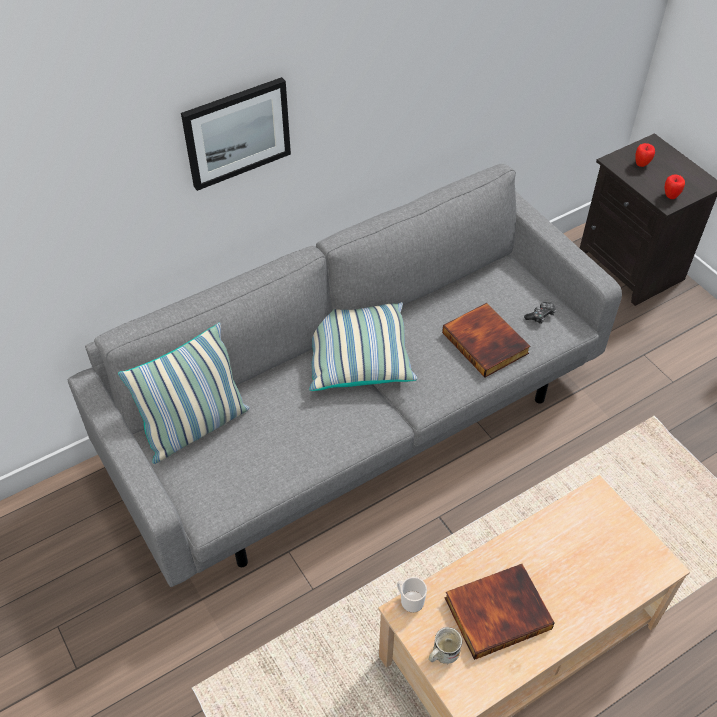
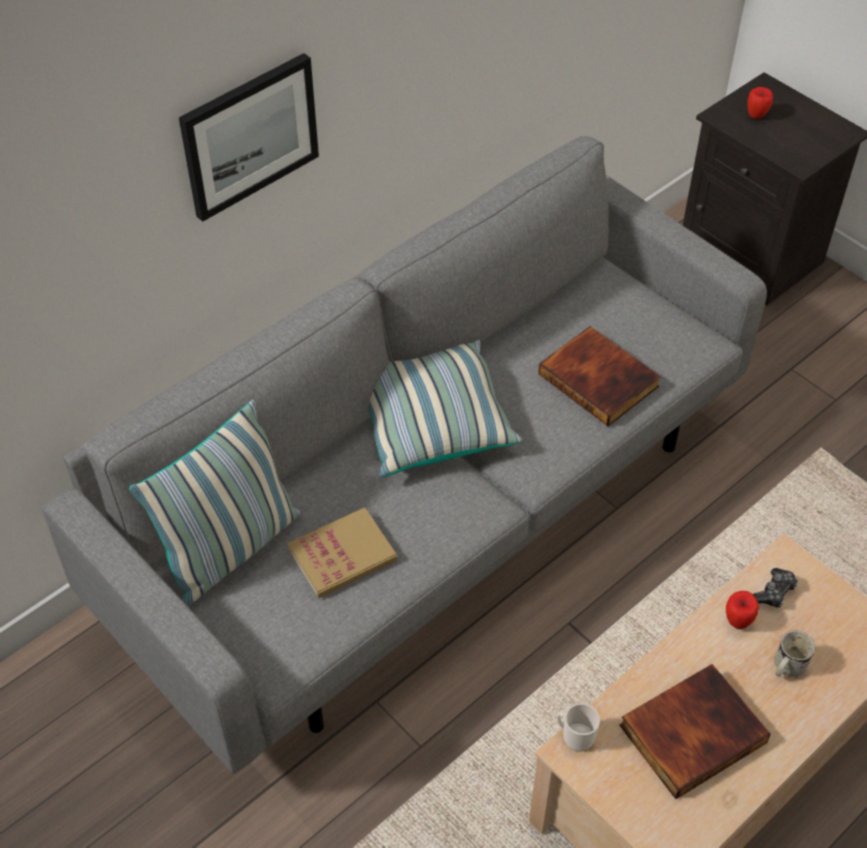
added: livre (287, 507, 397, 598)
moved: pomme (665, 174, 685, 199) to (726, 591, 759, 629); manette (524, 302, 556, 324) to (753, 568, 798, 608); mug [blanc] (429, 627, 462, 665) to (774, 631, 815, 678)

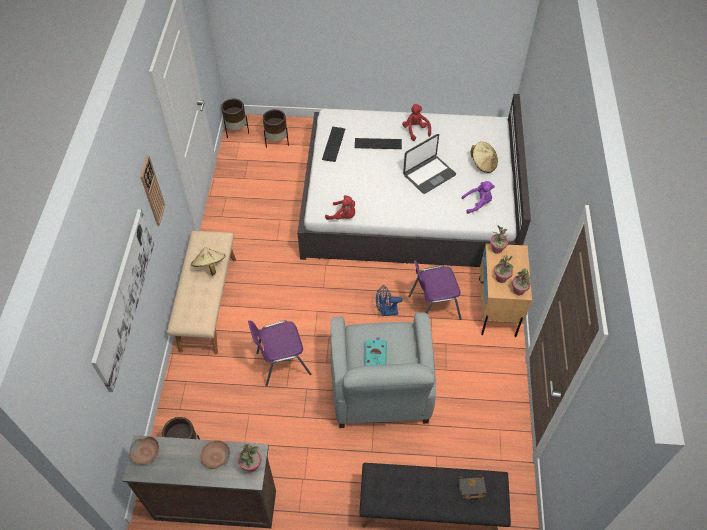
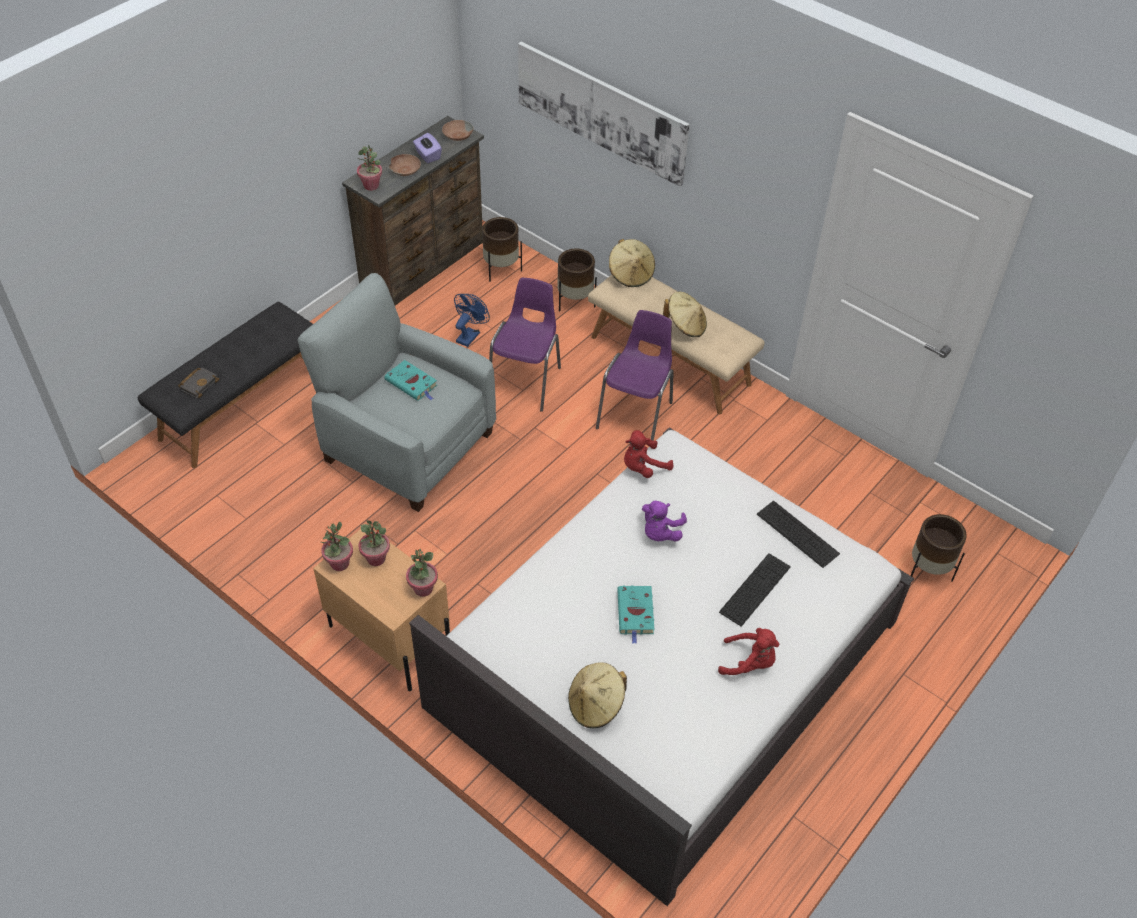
removed: horloge murale (140, 155, 165, 226)
added: boîte à mouchoirs [violet] (413, 133, 442, 163); chapeau [beige] (609, 239, 655, 287)
moved: cache-pot [marron] (221, 98, 249, 138) to (557, 248, 597, 312); peluche [violet] (462, 181, 495, 214) to (642, 501, 687, 541); chaise [violet] (408, 260, 462, 320) to (596, 310, 673, 441); ventilateur [bleu] (376, 285, 403, 316) to (454, 294, 490, 347)
replaced: ordinateur portable (403, 134, 456, 194) to livre [turquoise] (617, 585, 654, 644)

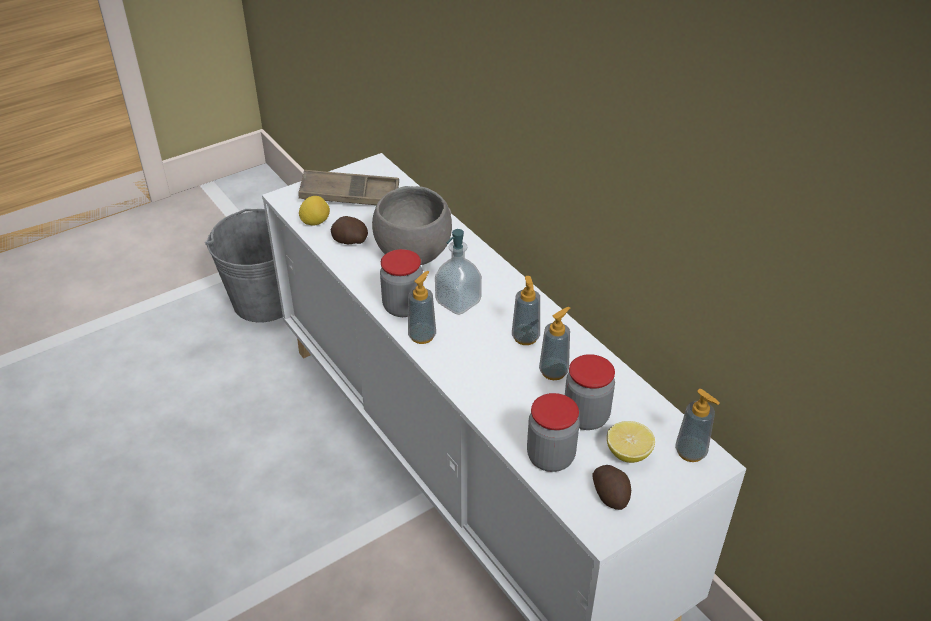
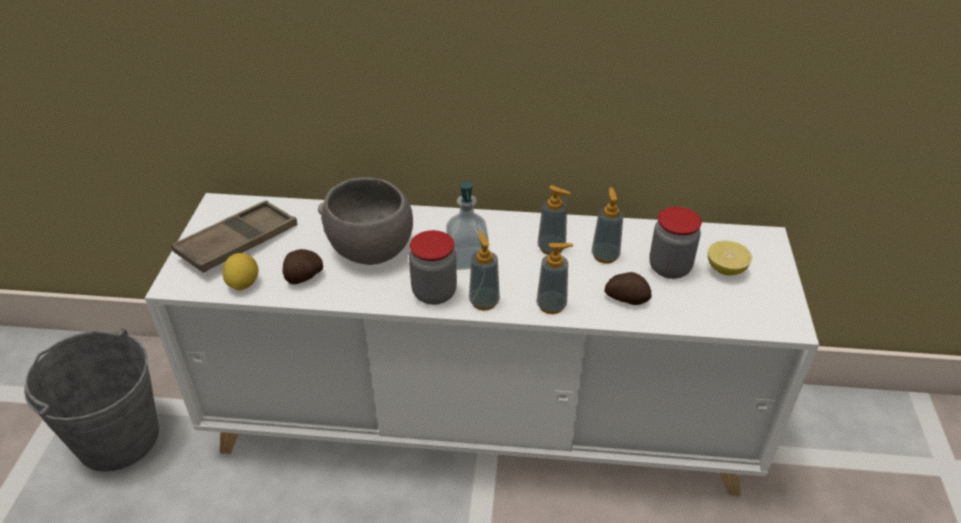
removed: bocal (527, 393, 580, 472)
moved: distributeur de savon (675, 389, 720, 462) to (536, 243, 573, 314); pomme de terre (592, 465, 631, 510) to (604, 272, 651, 305)

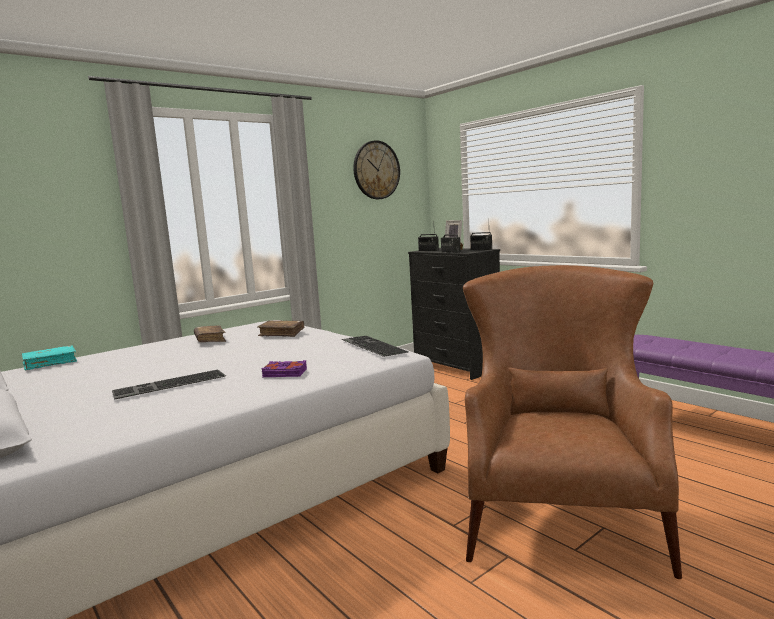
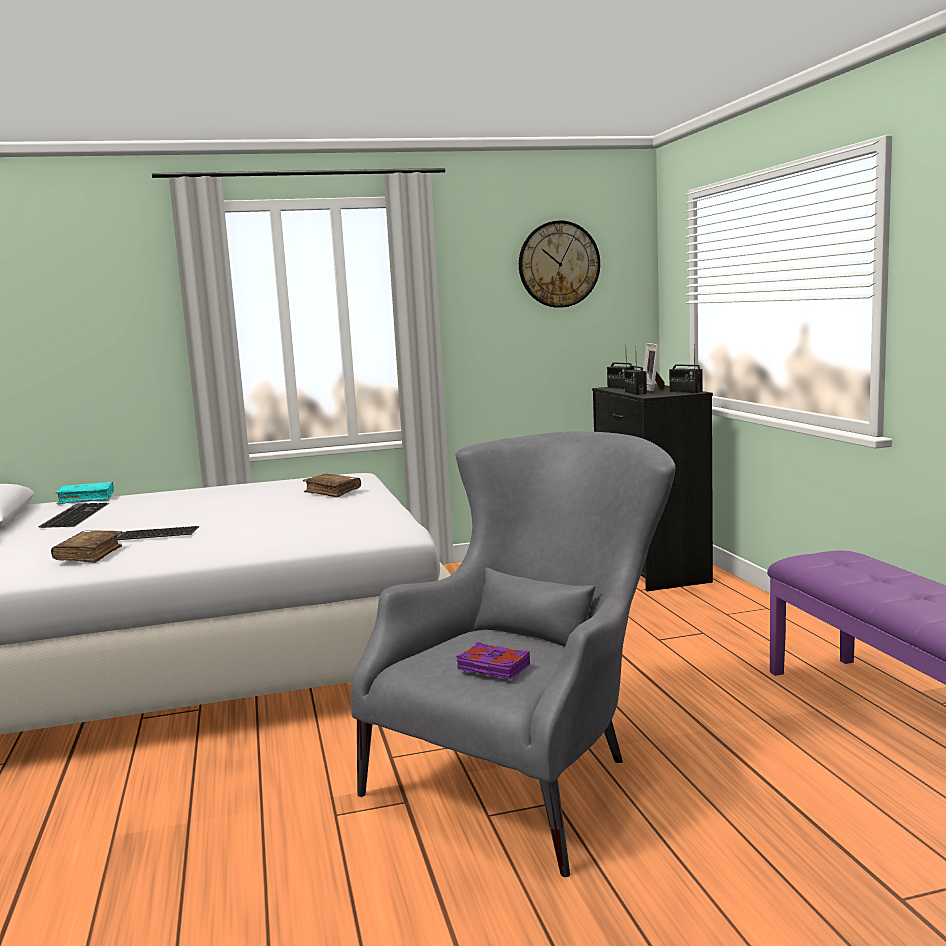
moved: livre [marron] (194, 325, 226, 342) to (51, 530, 122, 563); clavier (342, 336, 409, 357) to (38, 503, 110, 528); livre [violet] (262, 360, 307, 377) to (457, 642, 530, 679)
recoloured: fauteuil [marron] (463, 265, 682, 579) to fauteuil [gris] (351, 431, 676, 877)

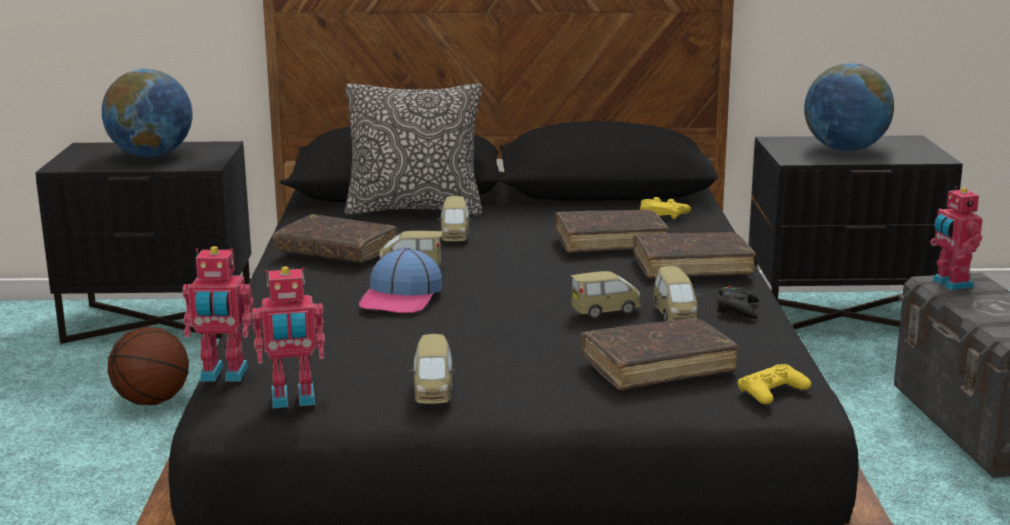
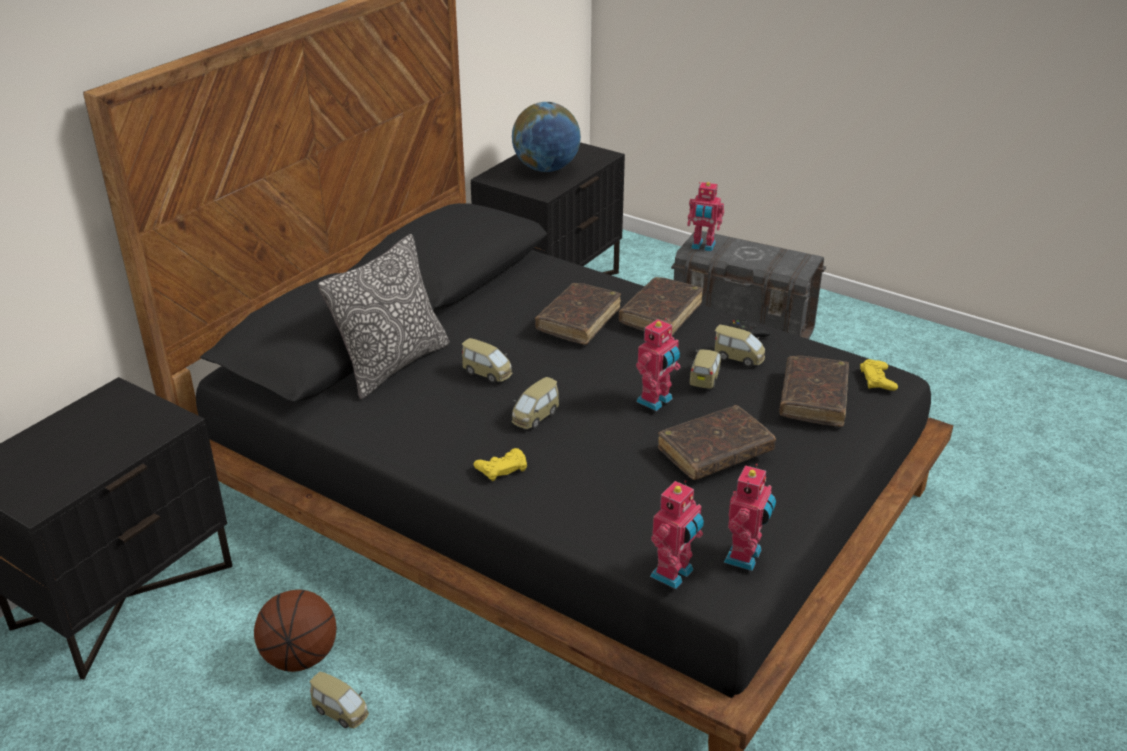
removed: globe (102, 69, 193, 157); casquette (359, 247, 442, 313)
added: robot jouet (636, 318, 681, 411)
moved: manette [jaune] (640, 197, 691, 219) to (474, 448, 527, 481); livre [marron] (273, 214, 397, 263) to (658, 405, 776, 480); petite voiture (409, 334, 455, 404) to (310, 672, 369, 728)

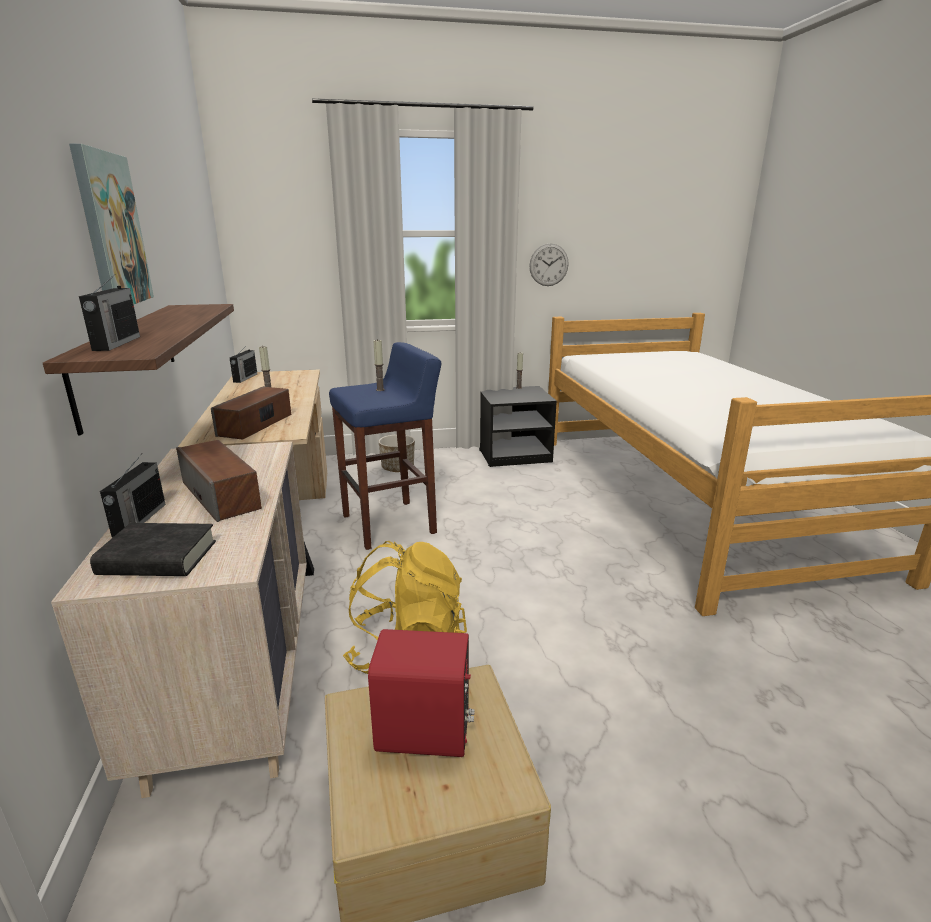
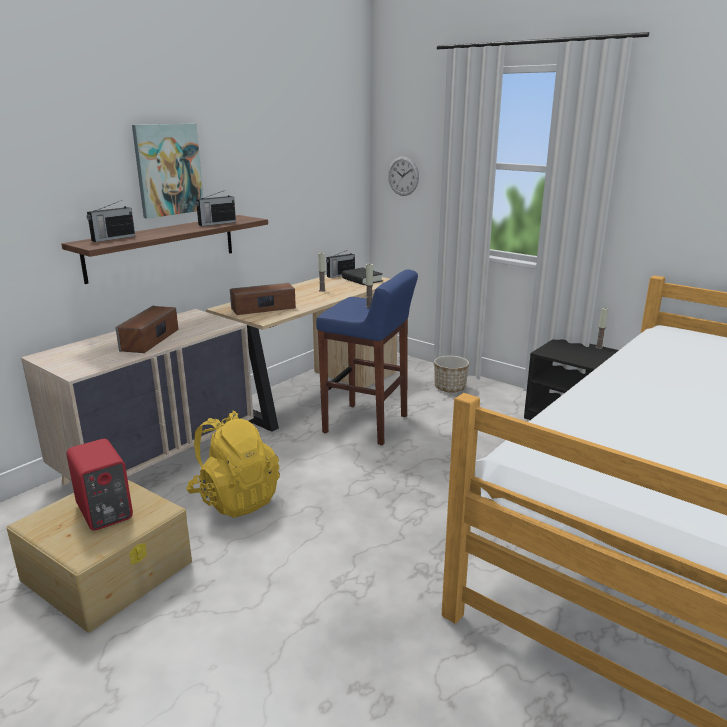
moved: horloge murale (529, 244, 569, 286) to (388, 156, 419, 196); radio (100, 455, 166, 537) to (196, 190, 236, 226); livre [noir] (90, 523, 216, 576) to (342, 267, 383, 285)

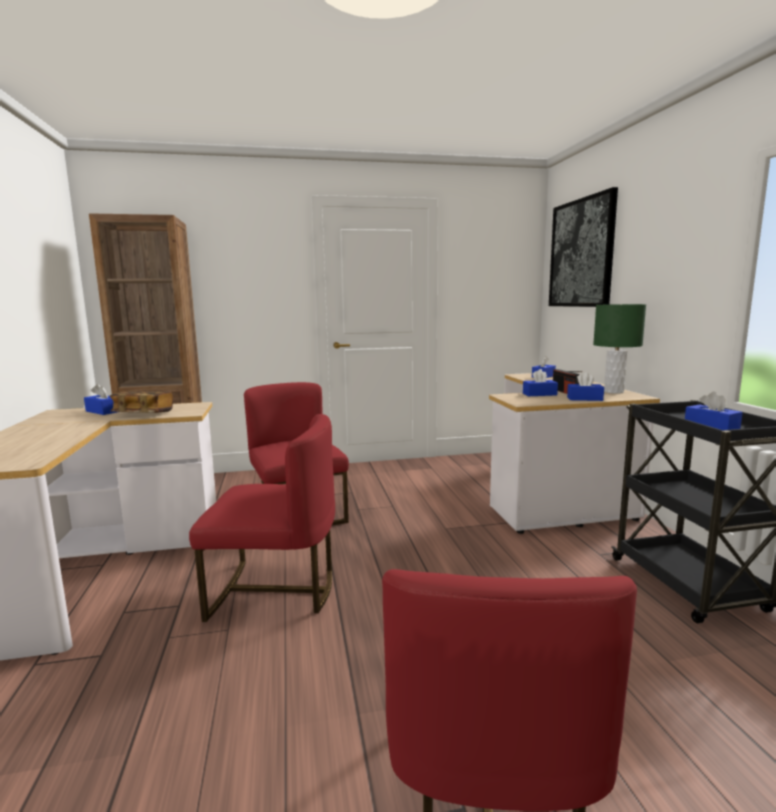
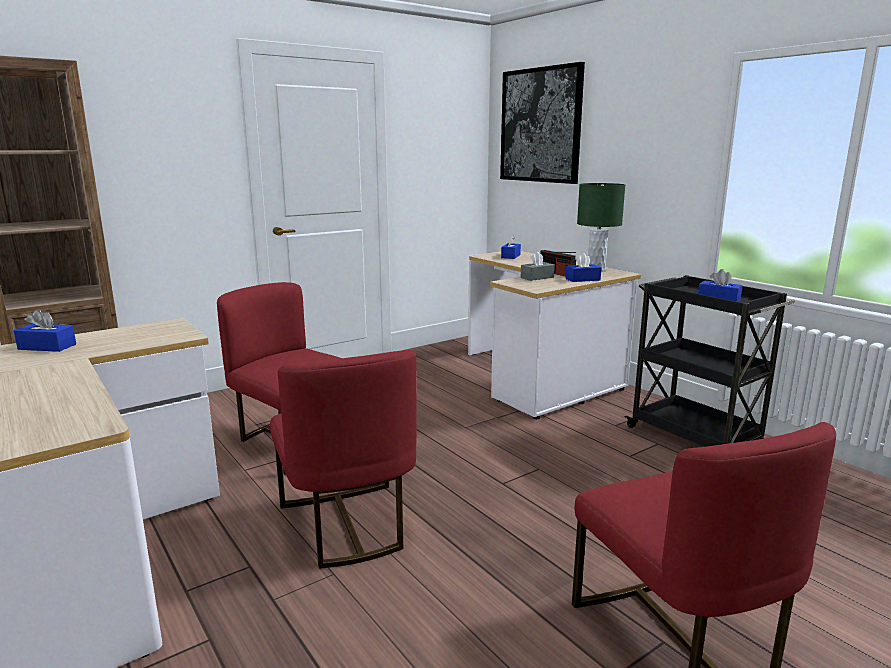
removed: livre (109, 391, 173, 413)
recoloured: boîte à mouchoirs [bleu] (523, 369, 558, 396) to boîte à mouchoirs [gris] (521, 252, 555, 281)
turned: chaise [rouge] (189, 414, 335, 622) = (270, 350, 417, 569) 90 degrees clockwise

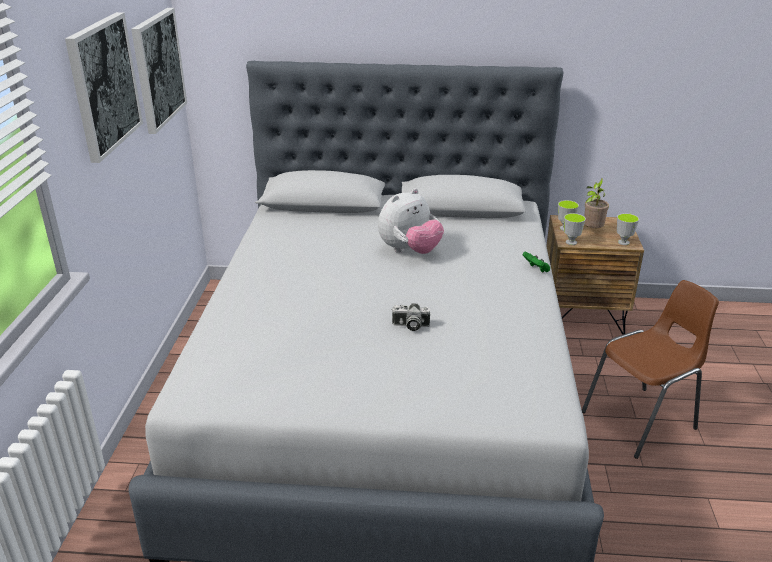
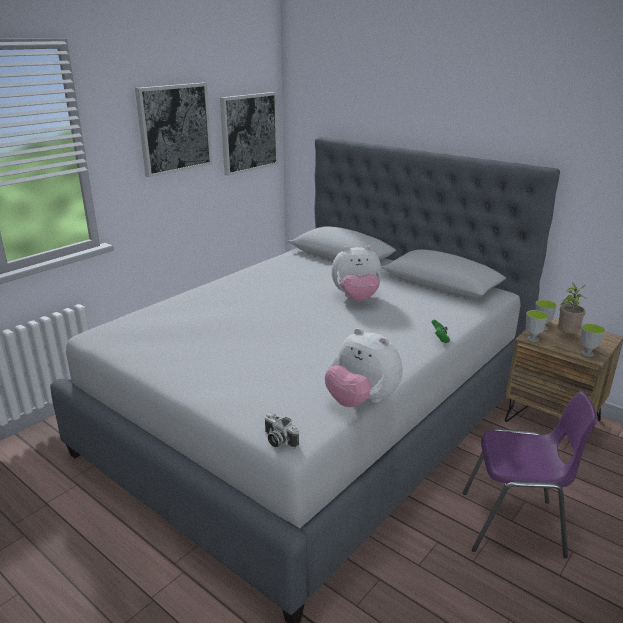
added: peluche (325, 328, 402, 407)
moved: appareil photo (391, 303, 430, 331) to (265, 412, 299, 448)
recoloured: chaise [marron] (582, 280, 719, 459) to chaise [violet] (463, 391, 598, 558)

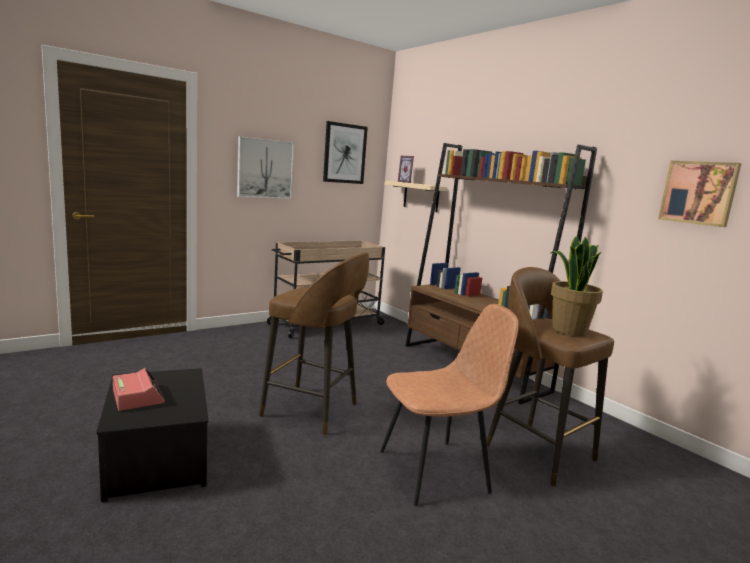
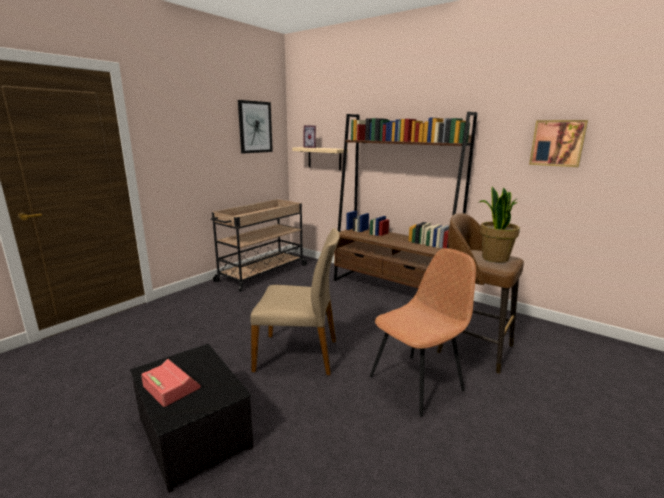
removed: tableau (237, 136, 294, 199)
replaced: tabouret [marron] (259, 253, 369, 436) to chaise [beige] (250, 228, 340, 375)

